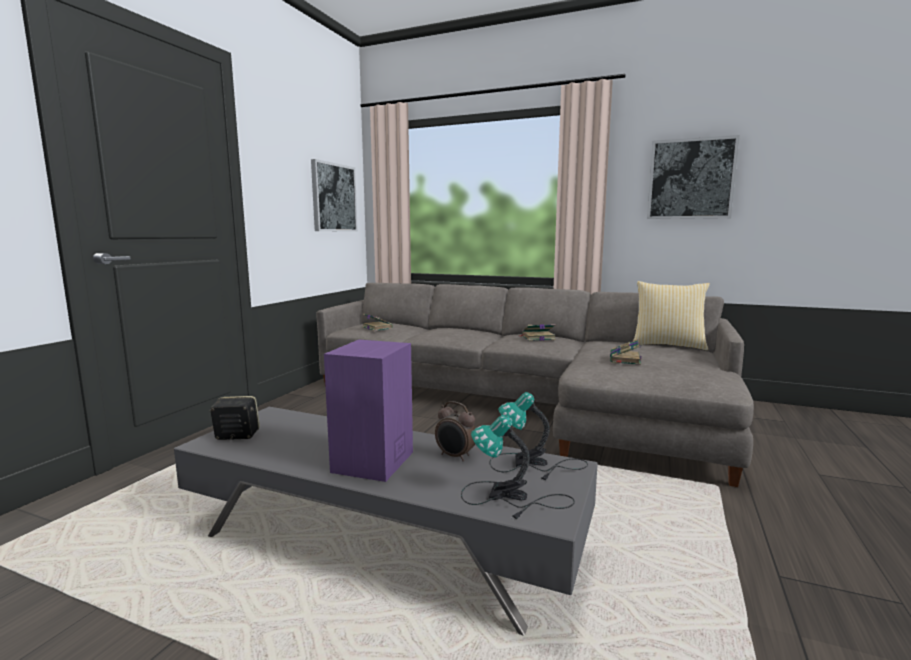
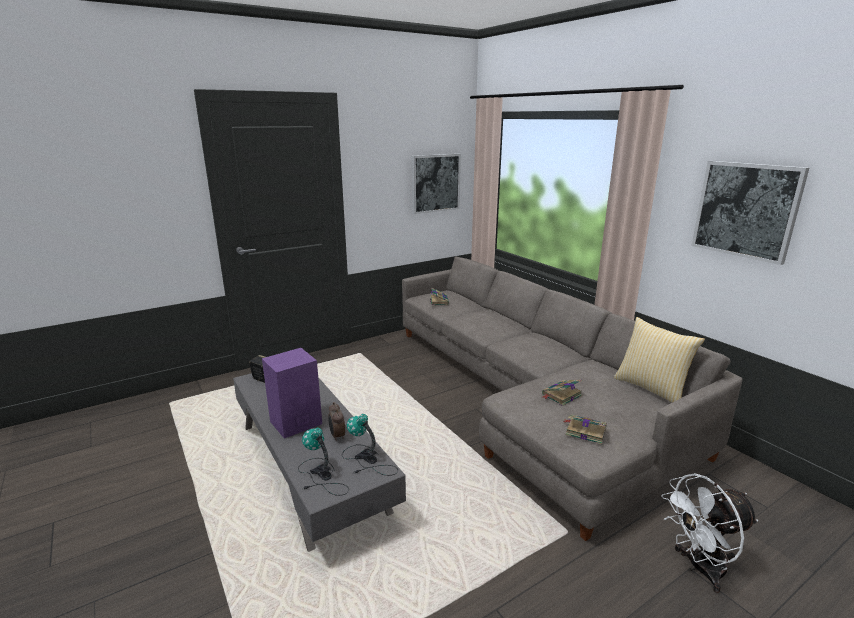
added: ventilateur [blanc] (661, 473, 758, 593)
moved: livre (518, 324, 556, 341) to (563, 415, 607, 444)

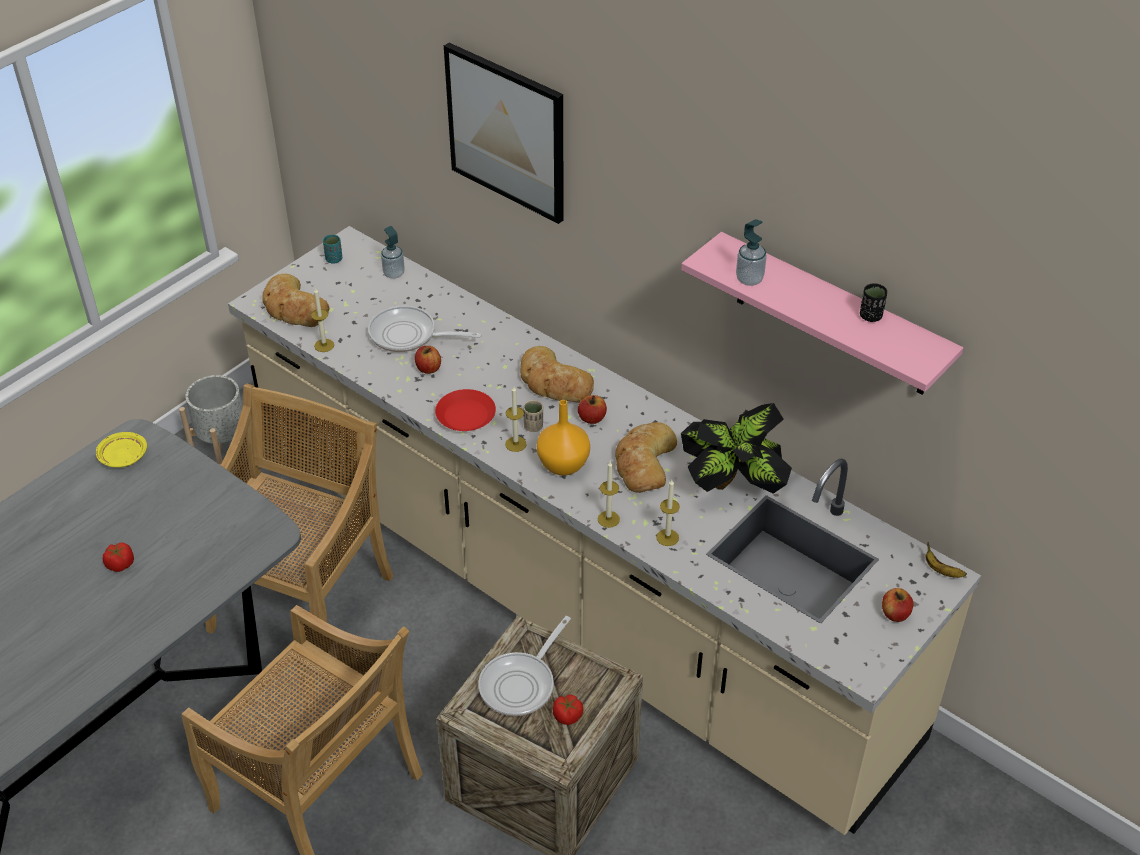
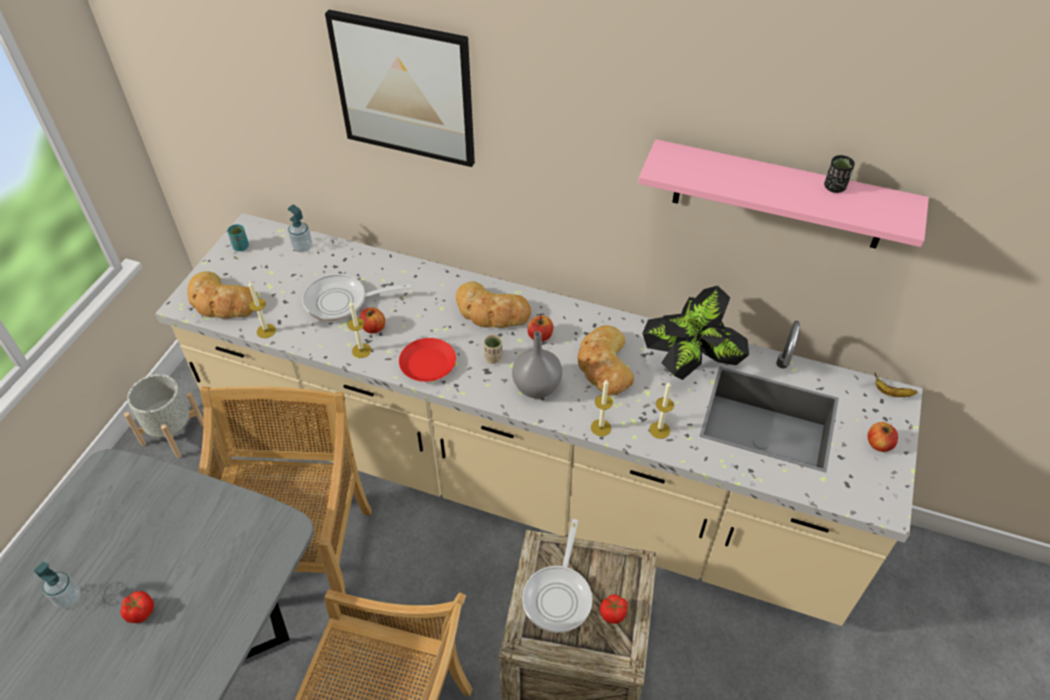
removed: assiette [jaune] (96, 432, 147, 468)
moved: distributeur de savon (736, 219, 767, 286) to (34, 561, 81, 608); bougie (505, 386, 527, 452) to (347, 301, 371, 358)
recoloured: vase [orange] (537, 400, 590, 476) to vase [gris] (512, 331, 562, 399)

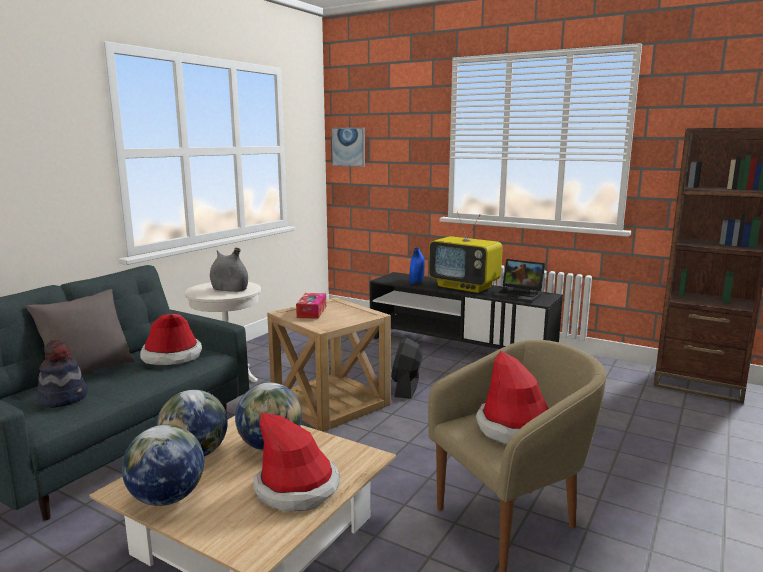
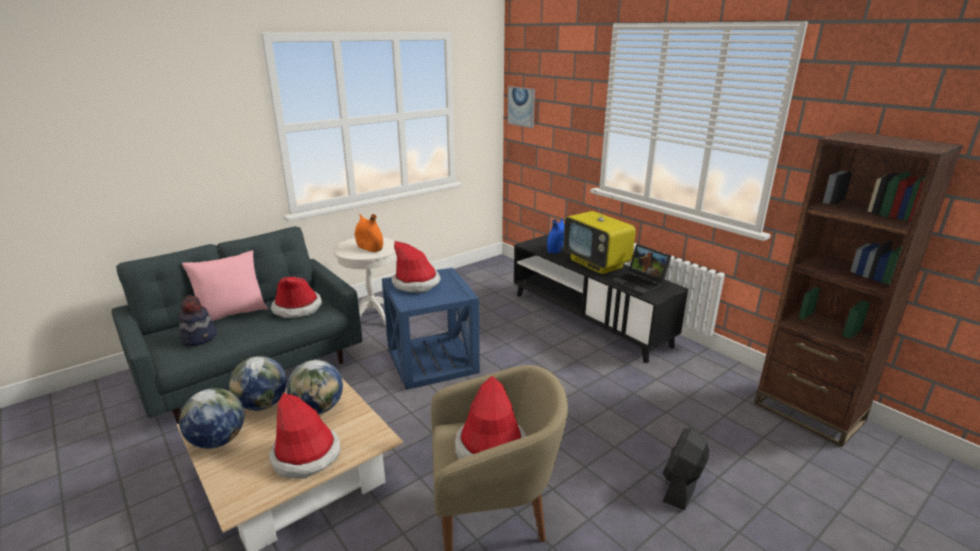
moved: ventilateur [noir] (391, 338, 422, 399) to (663, 428, 709, 511)
replaced: boîte à mouchoirs (296, 293, 326, 319) to chapeau (392, 241, 440, 293)
recoloured: vase [gris] (210, 248, 248, 292) to vase [orange] (355, 214, 383, 252); coussin [gris] (26, 289, 135, 375) to coussin [rose] (182, 251, 268, 321); table d'appoint [beige] (267, 298, 391, 432) to table d'appoint [bleu] (382, 268, 480, 390)

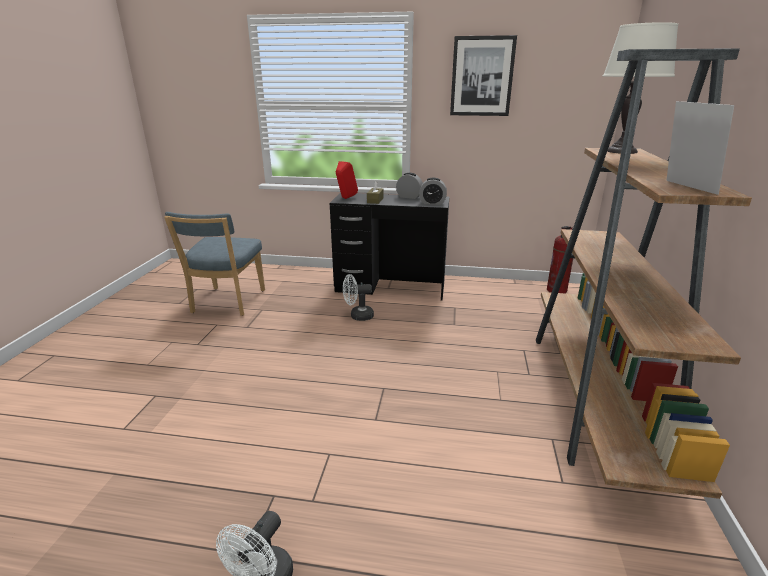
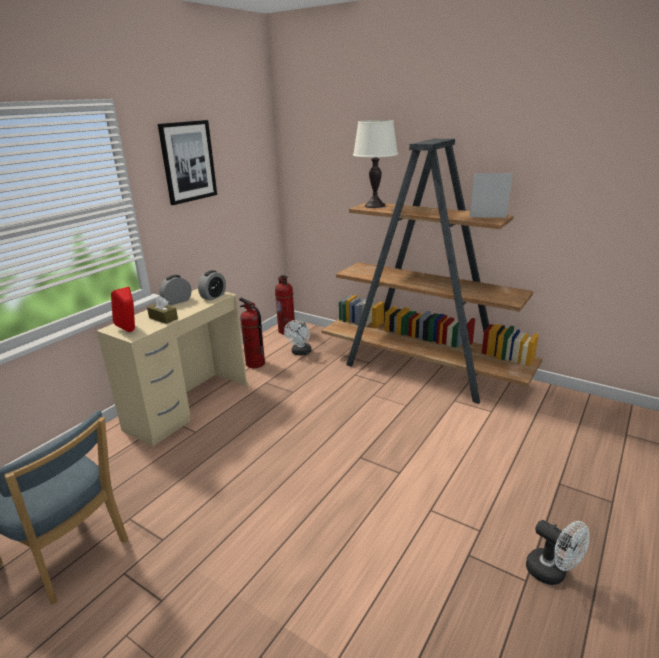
added: extincteur (239, 297, 265, 368)
moved: ventilateur [blanc] (343, 274, 374, 321) to (284, 320, 311, 355)
recoloured: bureau [noir] (330, 193, 449, 301) to bureau [beige] (97, 289, 247, 447)

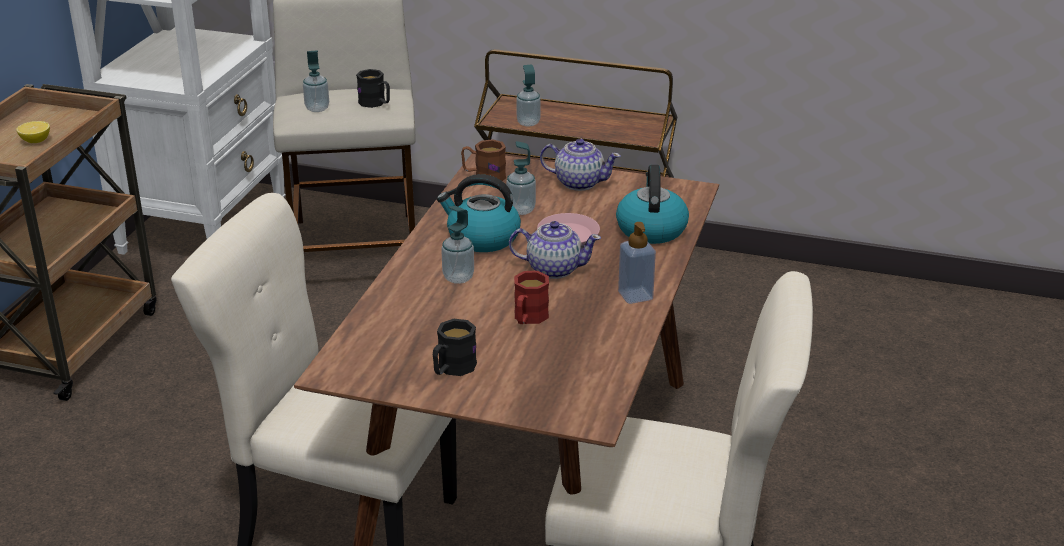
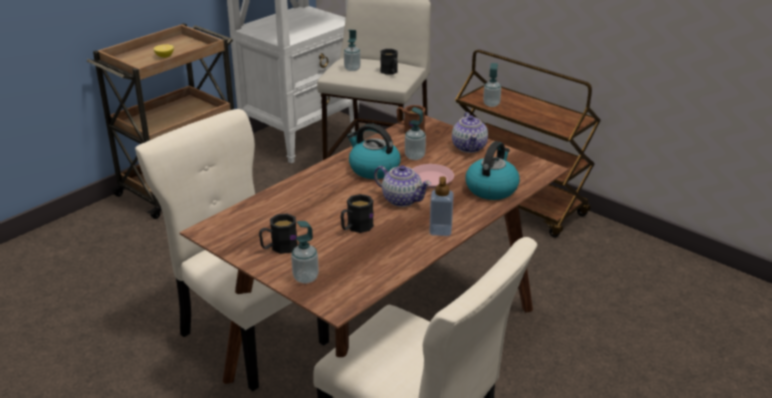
moved: distributeur de savon (441, 206, 474, 284) to (291, 221, 319, 284)
recoloured: mug [rouge] (514, 271, 549, 324) to mug [noir] (341, 194, 374, 233)
turned: théière (540, 139, 621, 191) = (452, 112, 488, 153) 45 degrees clockwise

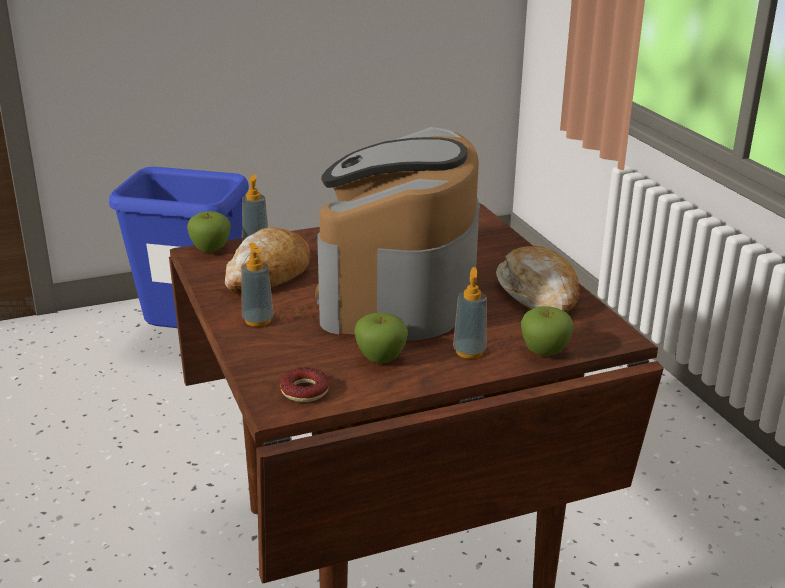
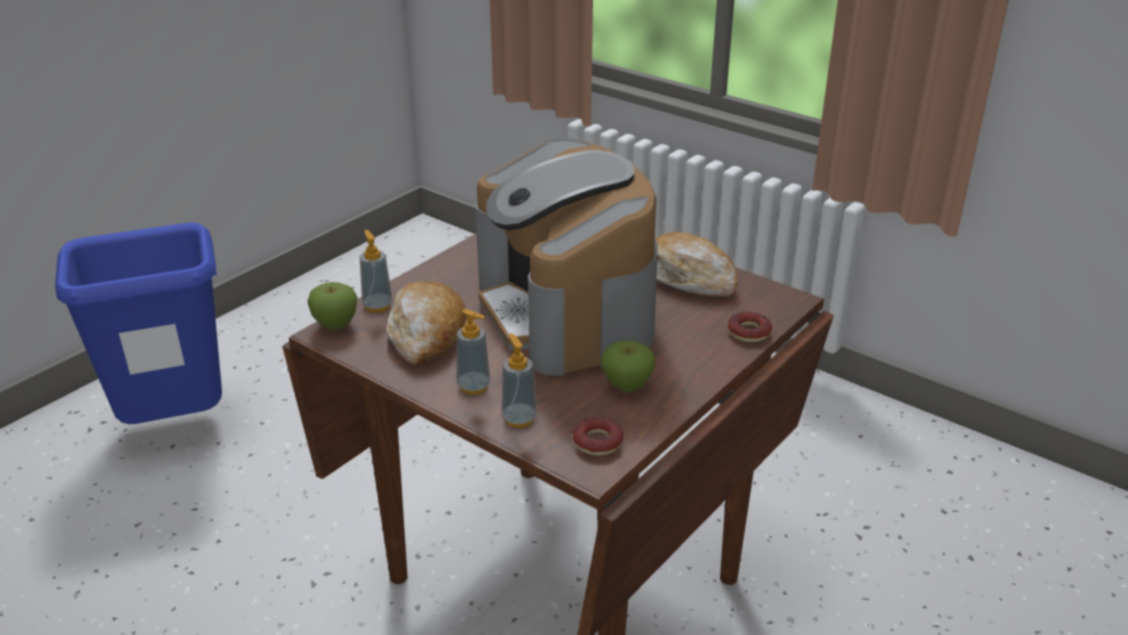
moved: distributeur de savon (453, 267, 487, 359) to (501, 333, 537, 428)
replaced: pomme (521, 306, 574, 356) to beignet (728, 312, 772, 342)

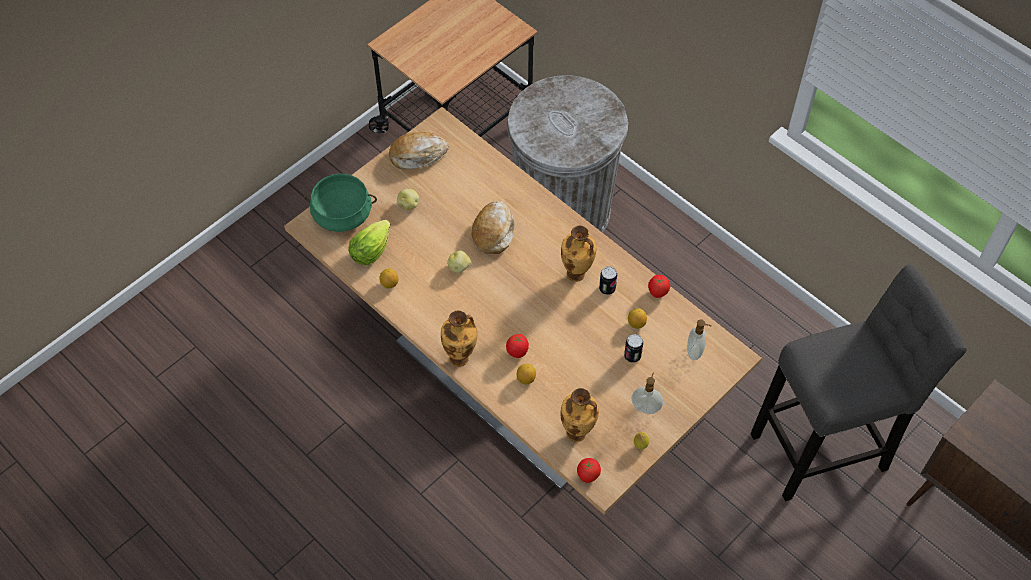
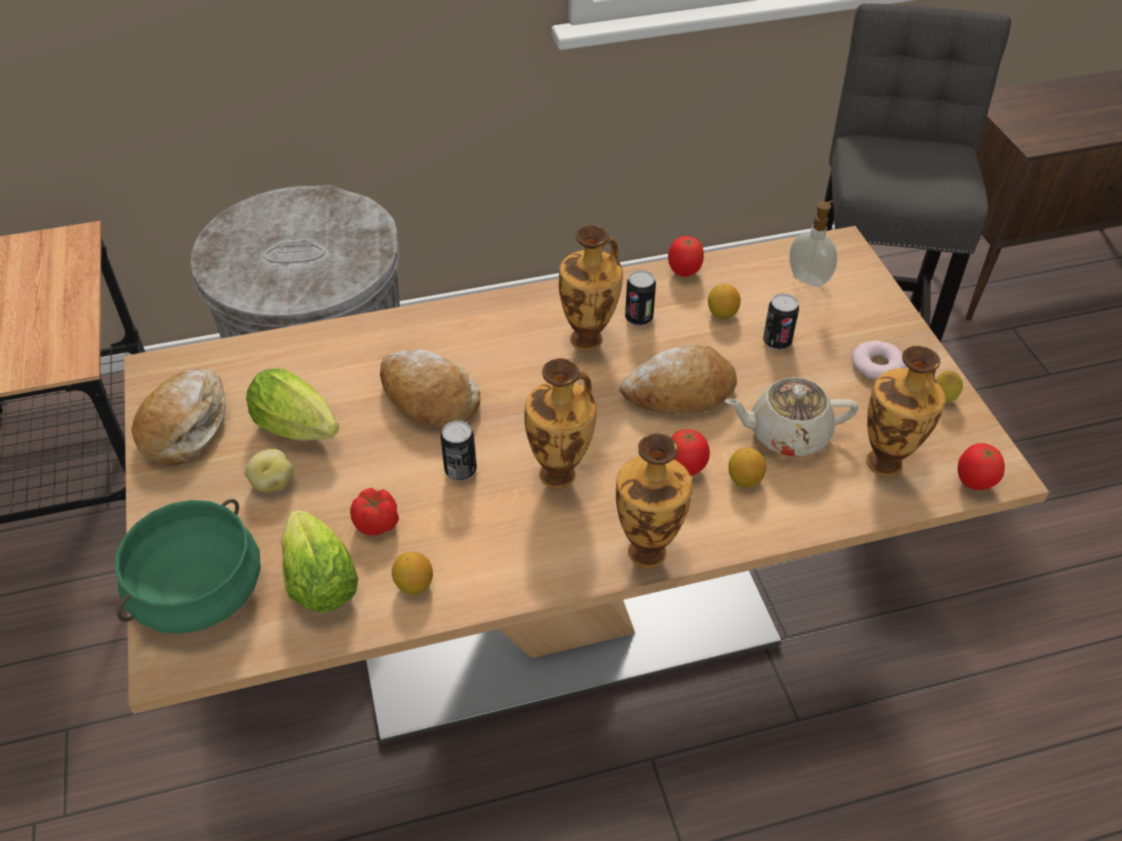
added: pain (619, 344, 737, 414); vase (525, 358, 597, 488); laitue (246, 368, 339, 441); théière [beige] (725, 377, 858, 457); tomate (350, 488, 399, 536)
replaced: pomme de terre (447, 251, 471, 273) to boîte métallique (440, 421, 477, 481); distributeur de savon (632, 373, 663, 414) to beignet (852, 340, 907, 380)

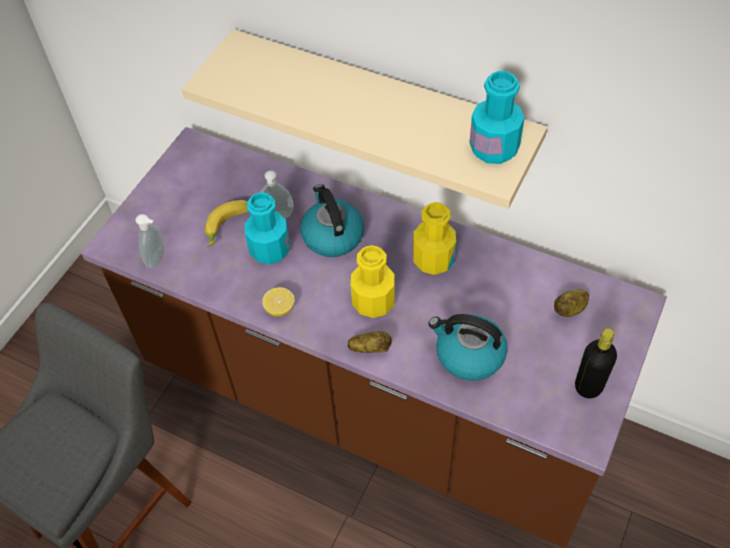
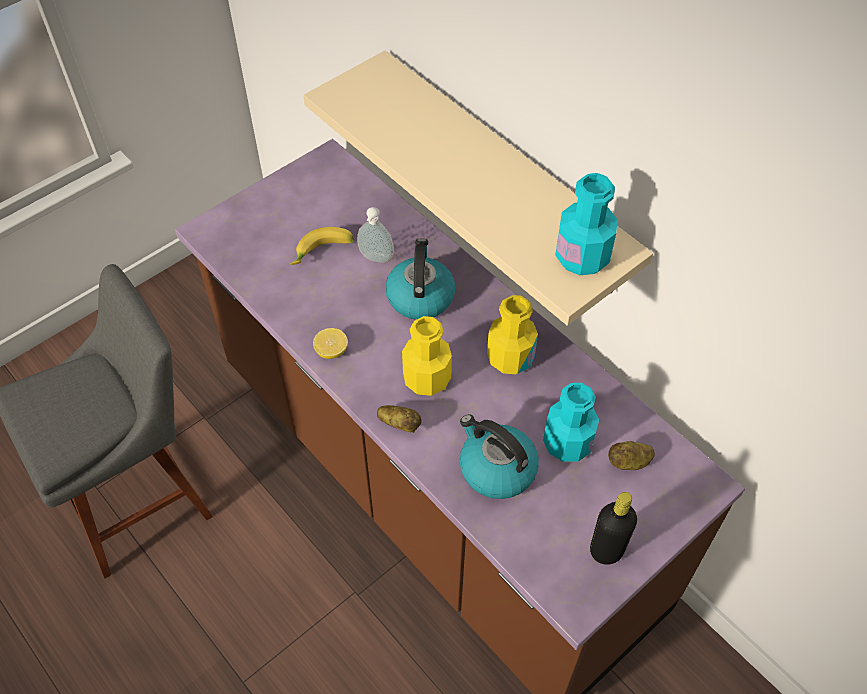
removed: distributeur de savon (135, 214, 164, 268)
moved: bouteille [turquoise] (245, 192, 290, 264) to (543, 383, 599, 462)

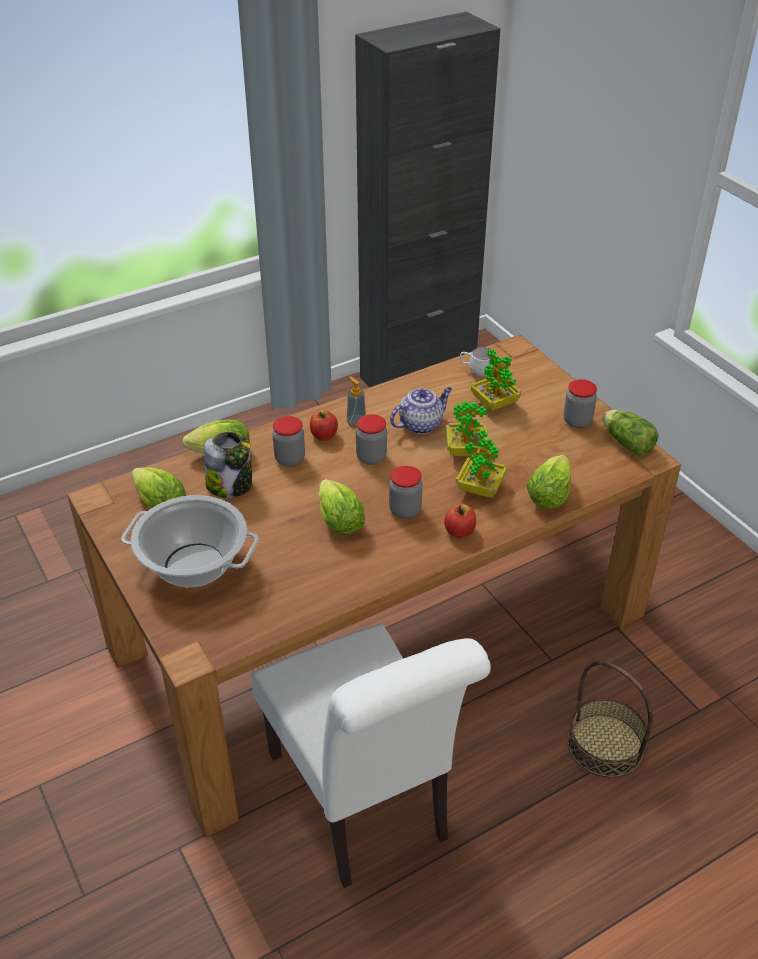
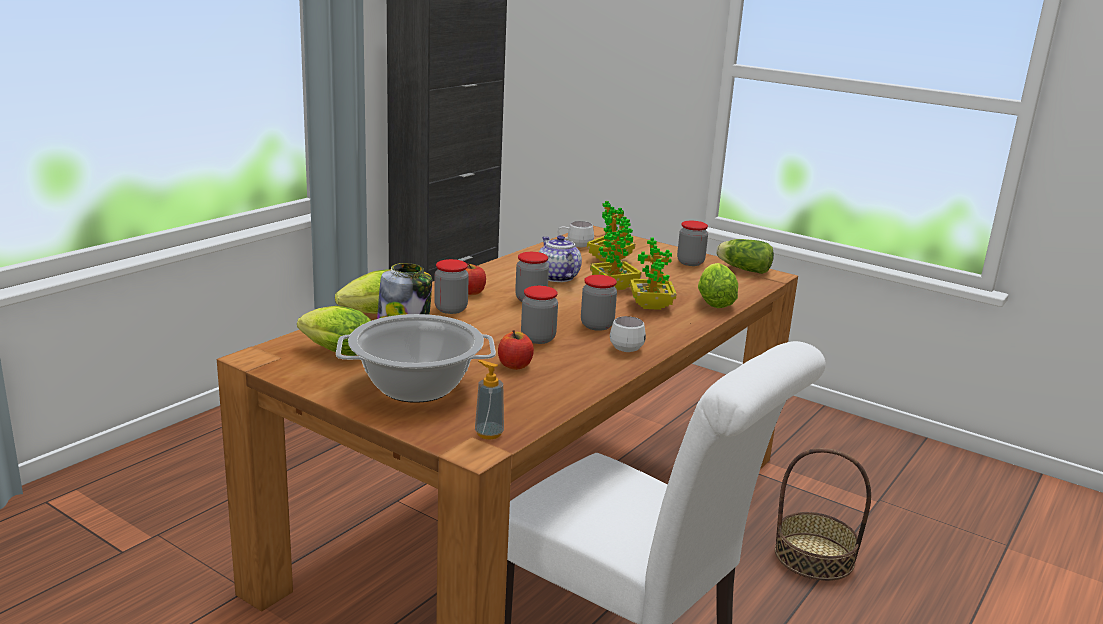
added: mug [blanc] (610, 316, 646, 352)
moved: distributeur de savon (347, 376, 366, 428) to (475, 360, 504, 439); pomme (444, 504, 476, 538) to (498, 330, 534, 370)
replaced: laitue (318, 479, 365, 535) to bocal (521, 286, 558, 344)
turned: théière (390, 387, 452, 434) = (539, 235, 582, 282) 60 degrees counterclockwise

